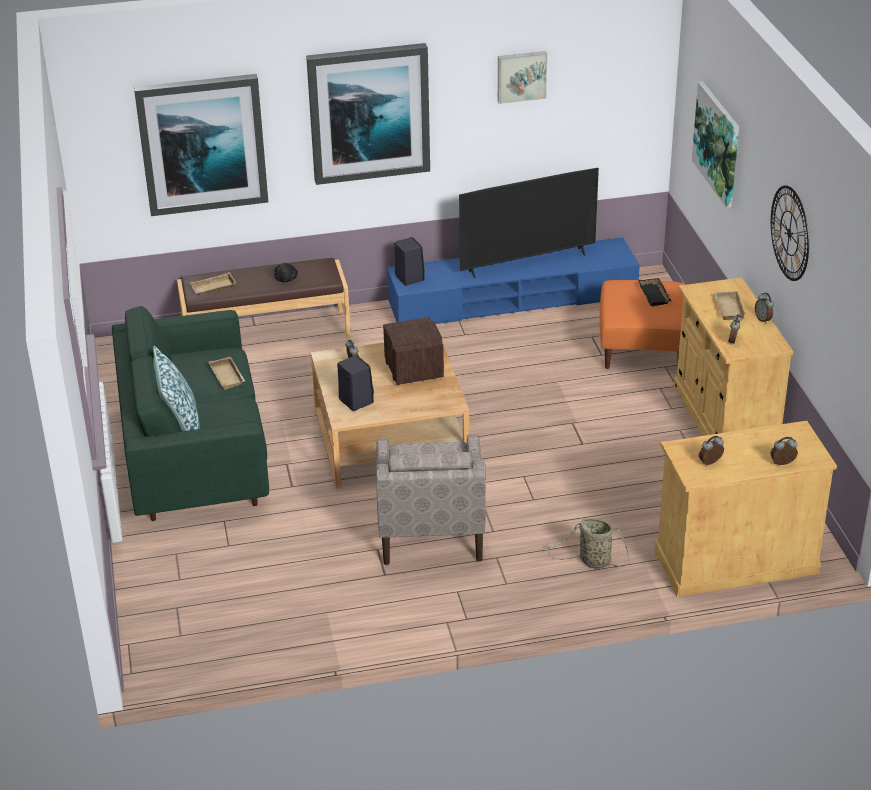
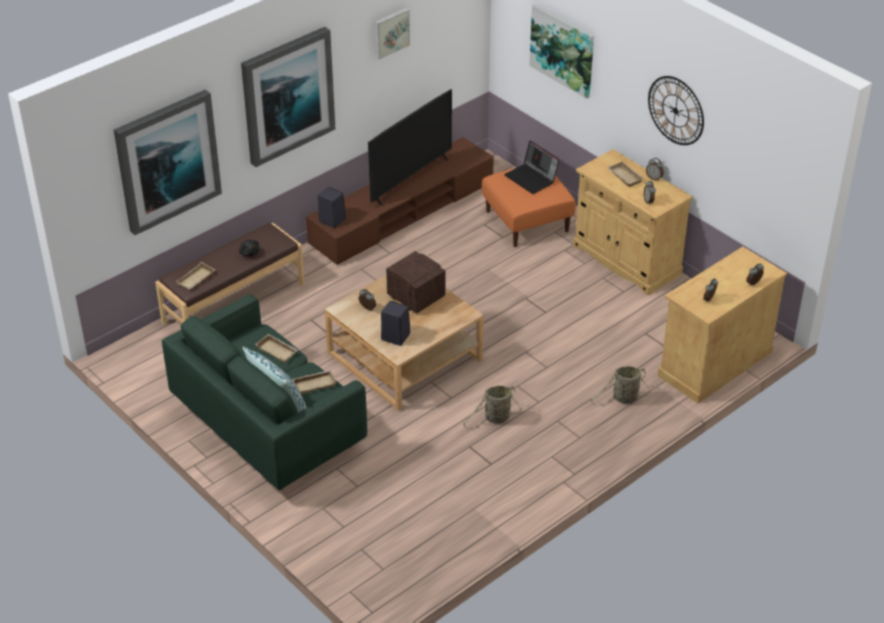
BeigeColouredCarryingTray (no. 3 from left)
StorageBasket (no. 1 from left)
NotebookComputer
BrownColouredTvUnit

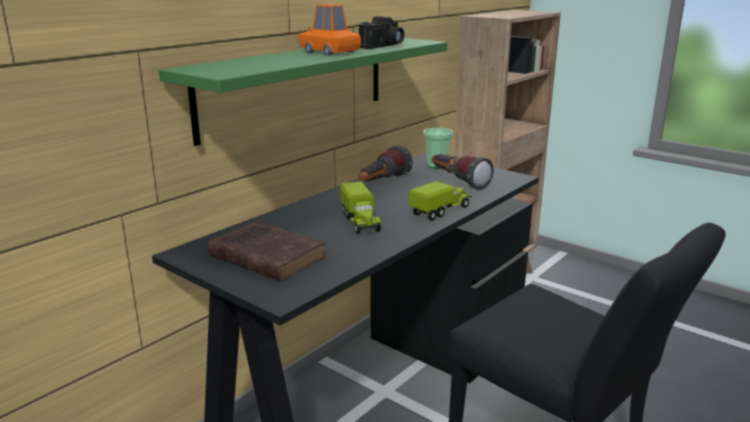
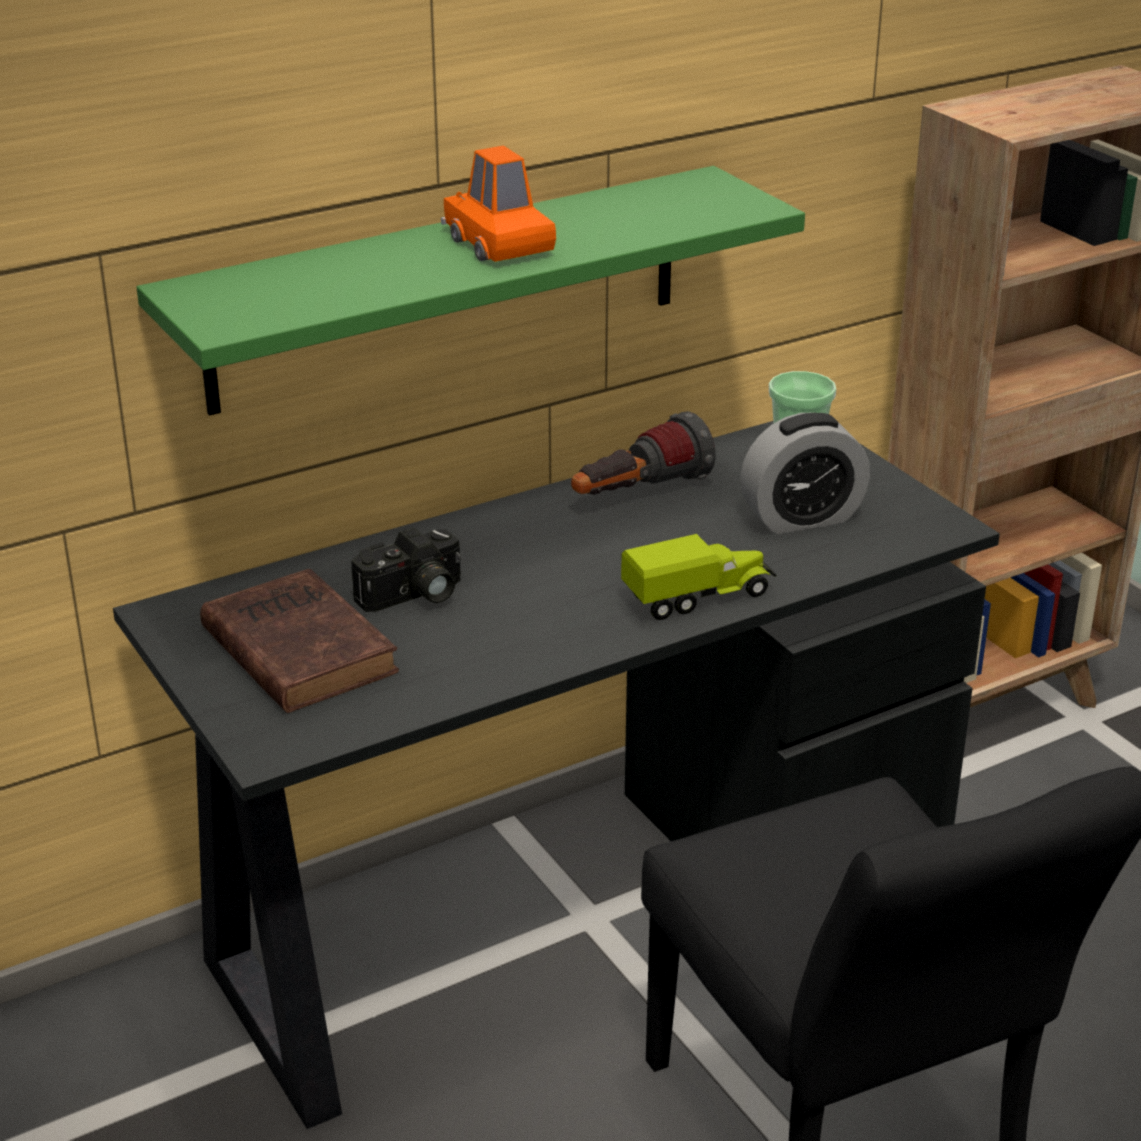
ToyLorry (no. 1 from left in the first image)
PhotoCamera
AlarmClock

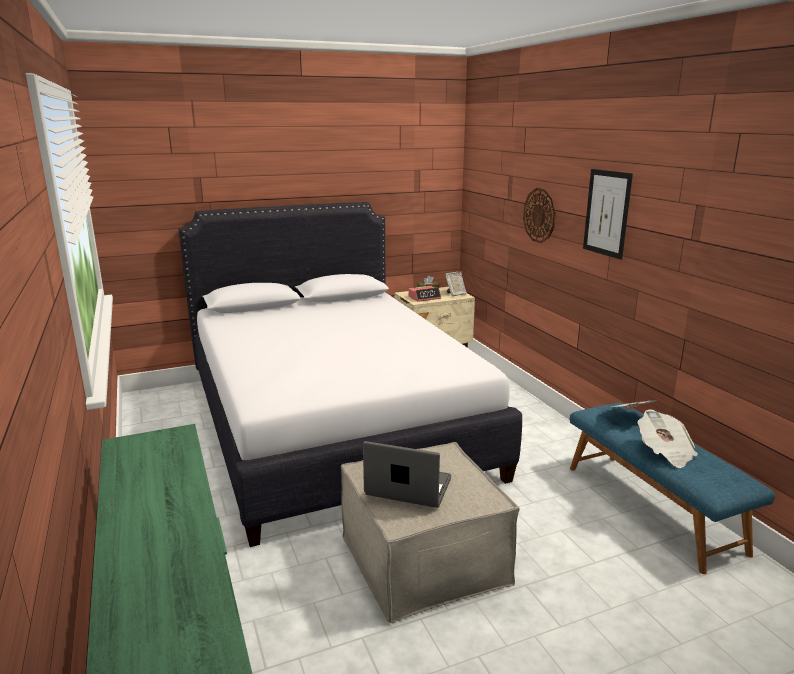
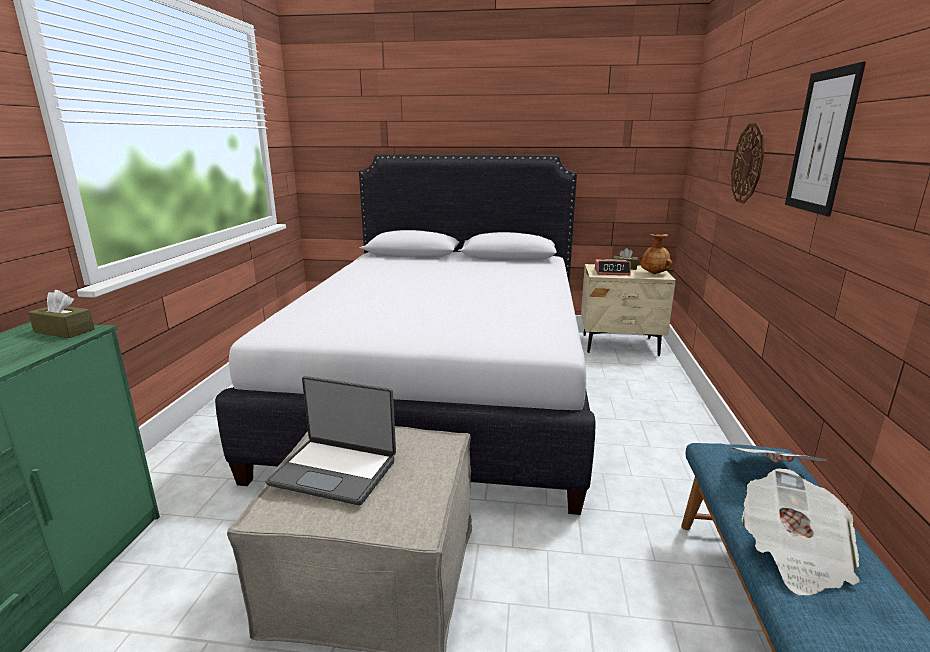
BrownColouredTissueHolder (no. 1 from left)
BrownColouredVase
NotebookComputer

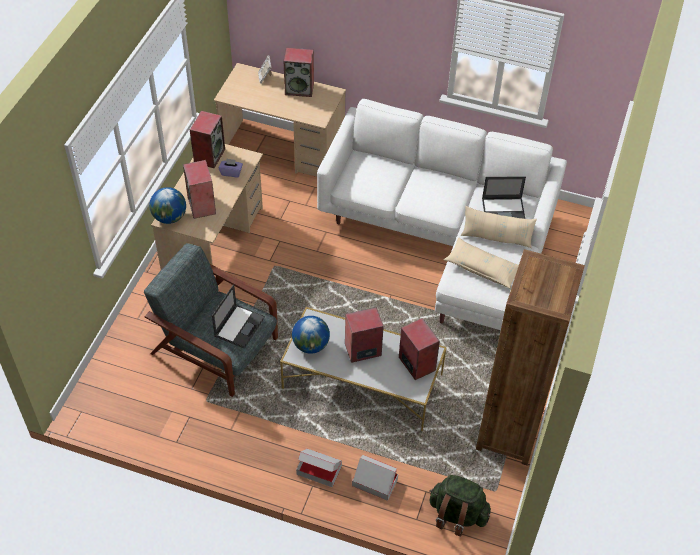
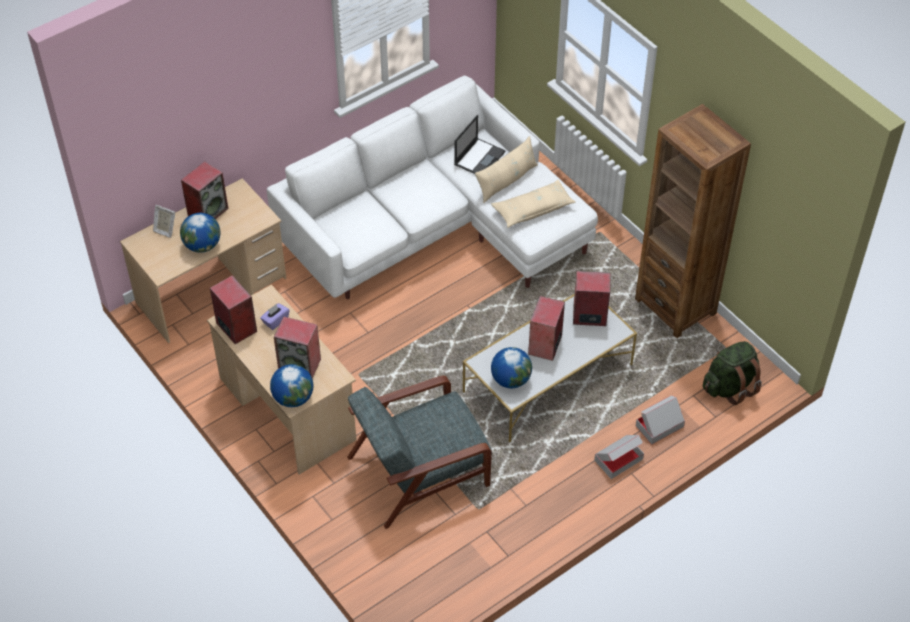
NotebookComputer (no. 1 from left in the first image)
Globe (no. 1 from left)

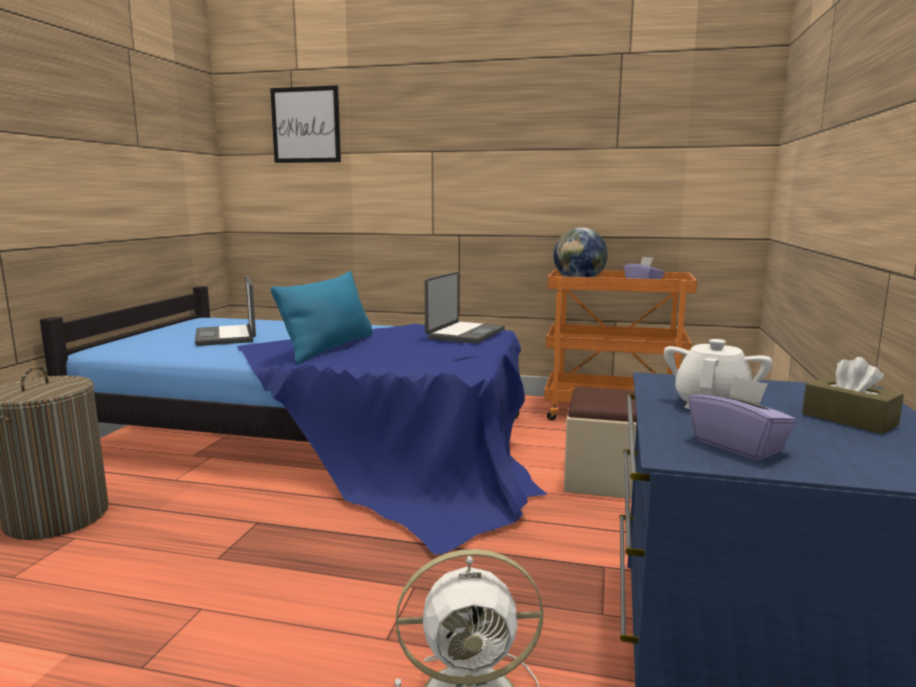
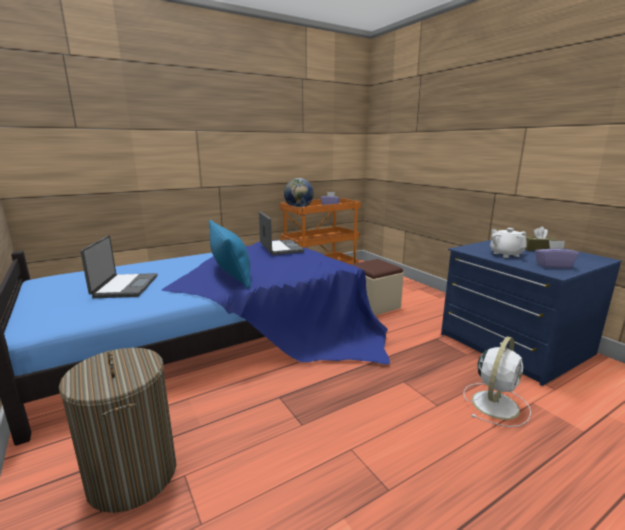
WallArt
NotebookComputer (no. 1 from left)

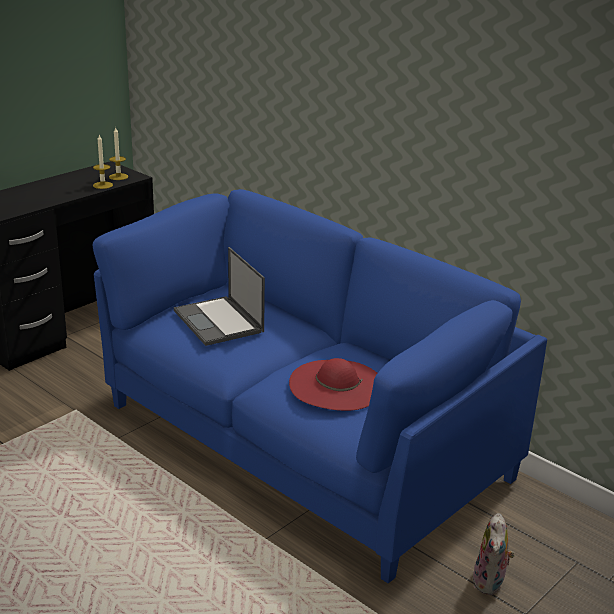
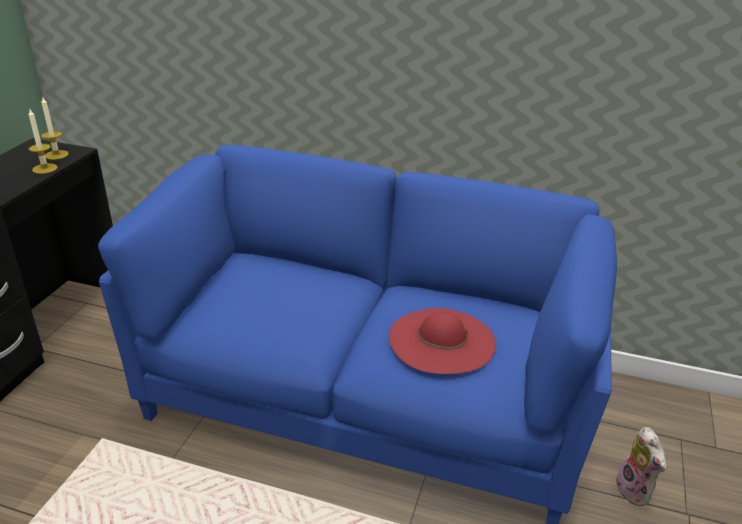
NotebookComputer

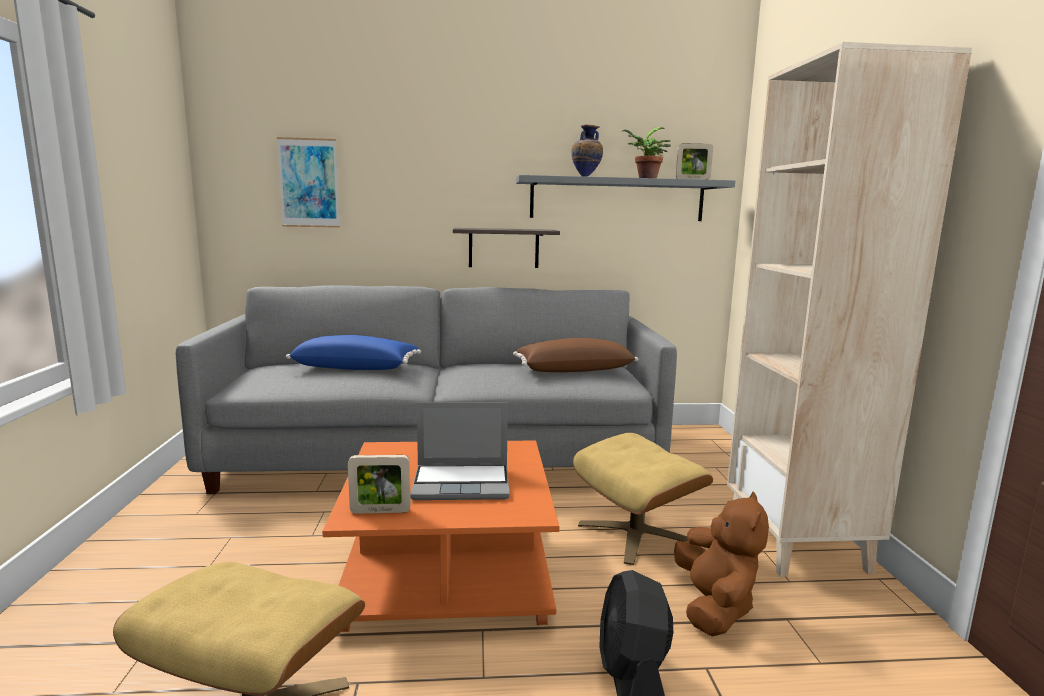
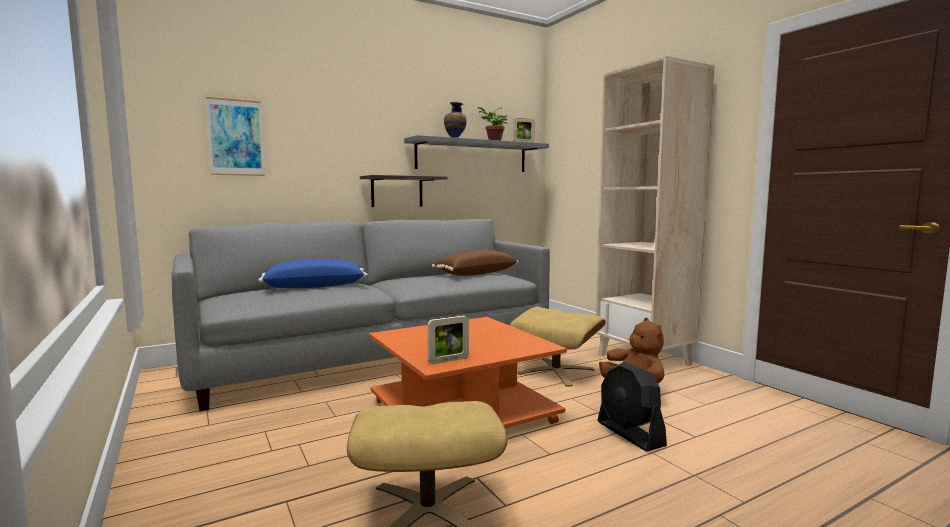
NotebookComputer

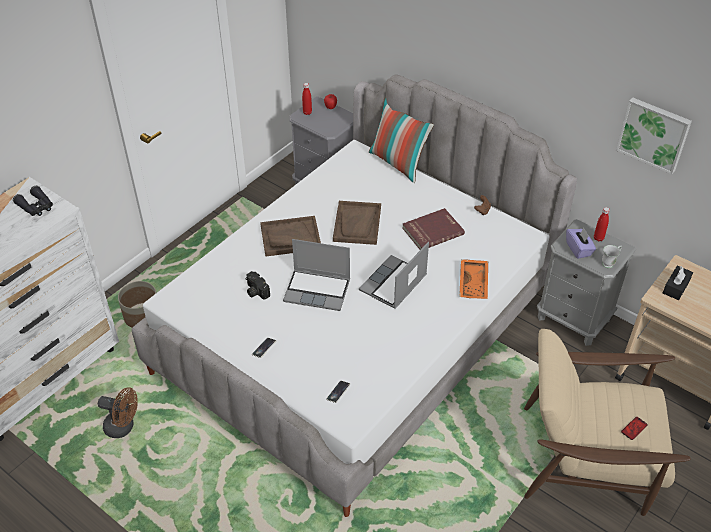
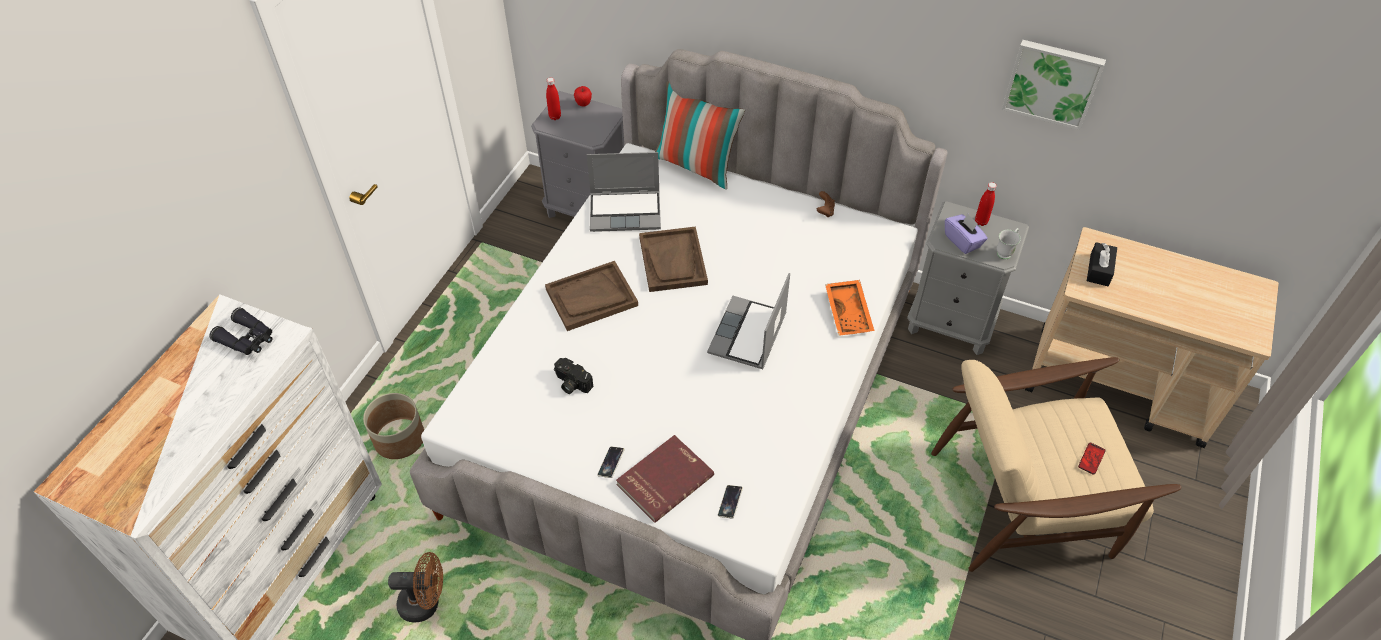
NotebookComputer (no. 1 from left)
RedBook

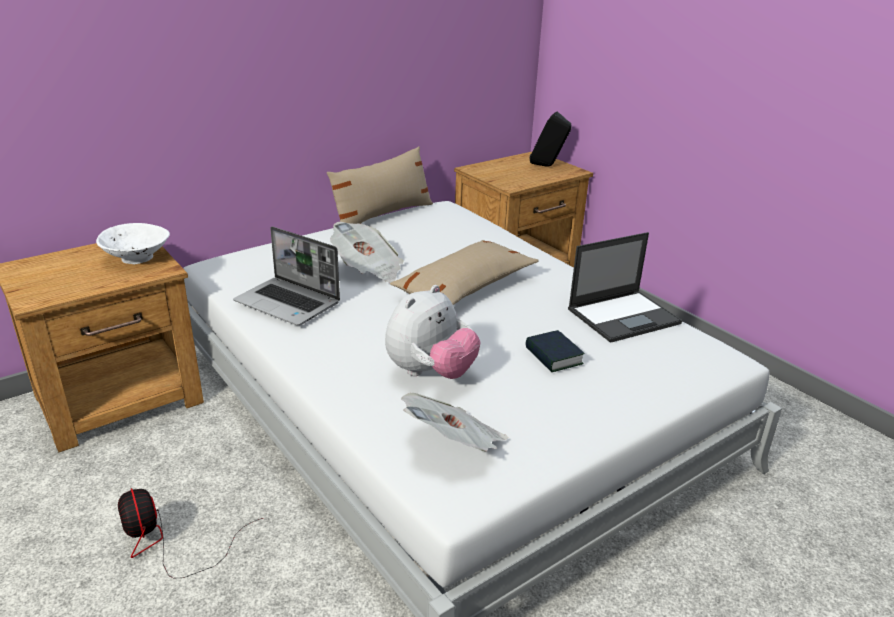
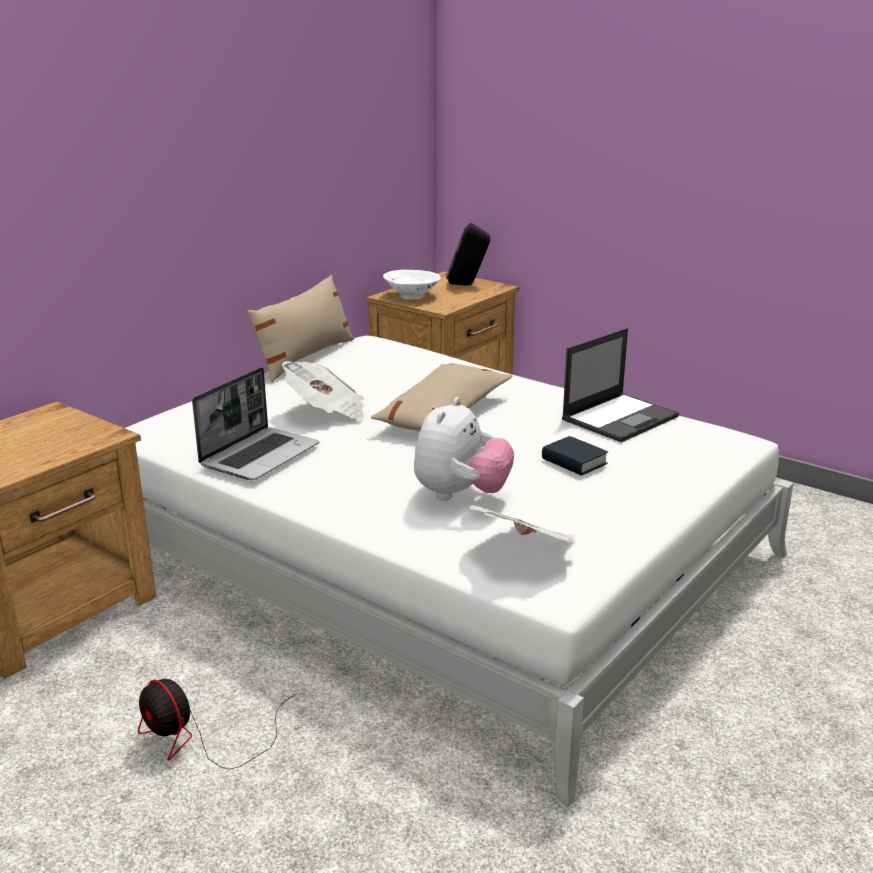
WhiteBowl
NotebookComputer (no. 1 from left)

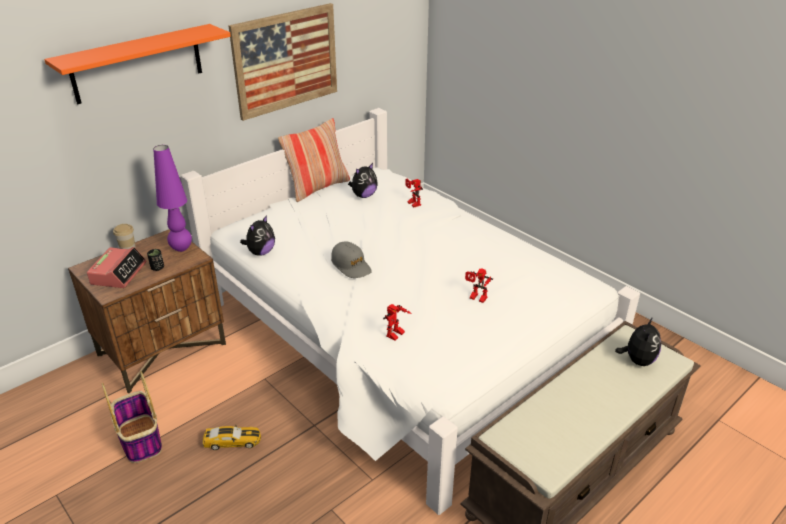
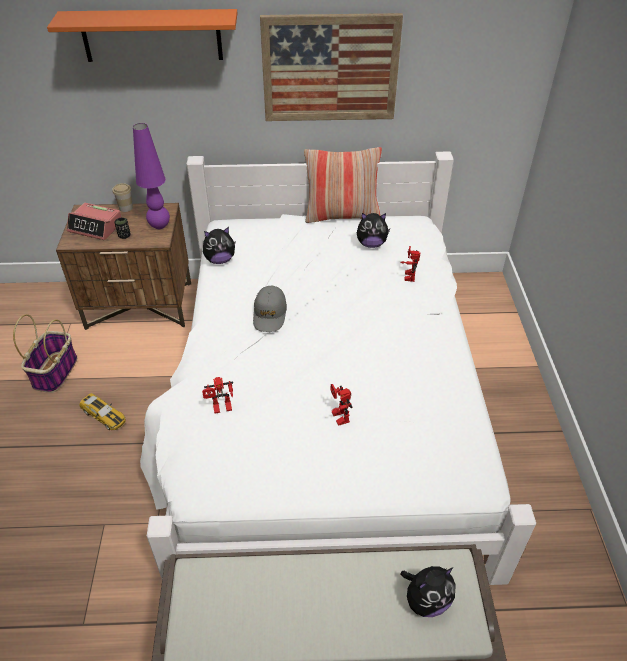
AlarmClock

